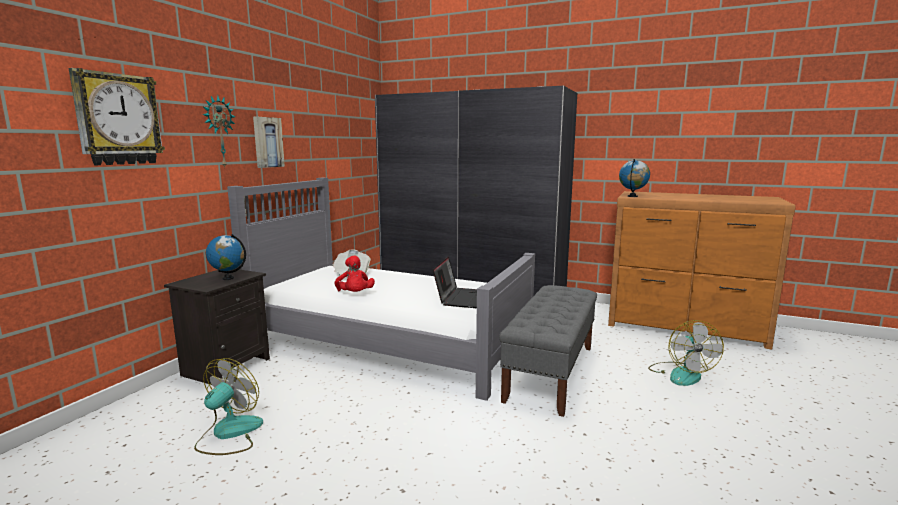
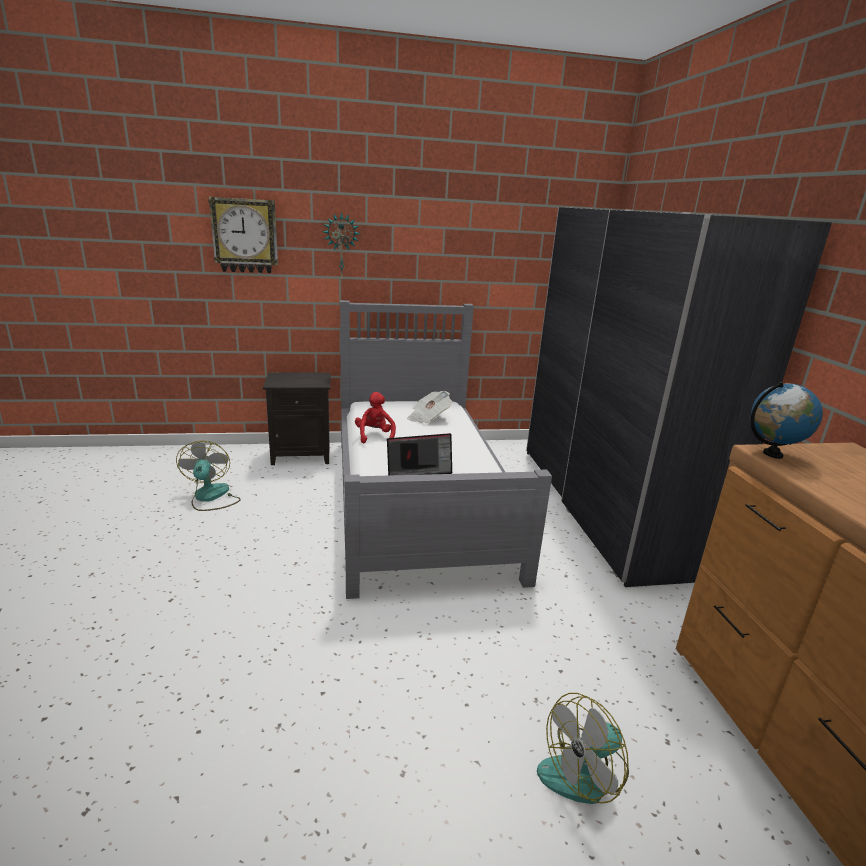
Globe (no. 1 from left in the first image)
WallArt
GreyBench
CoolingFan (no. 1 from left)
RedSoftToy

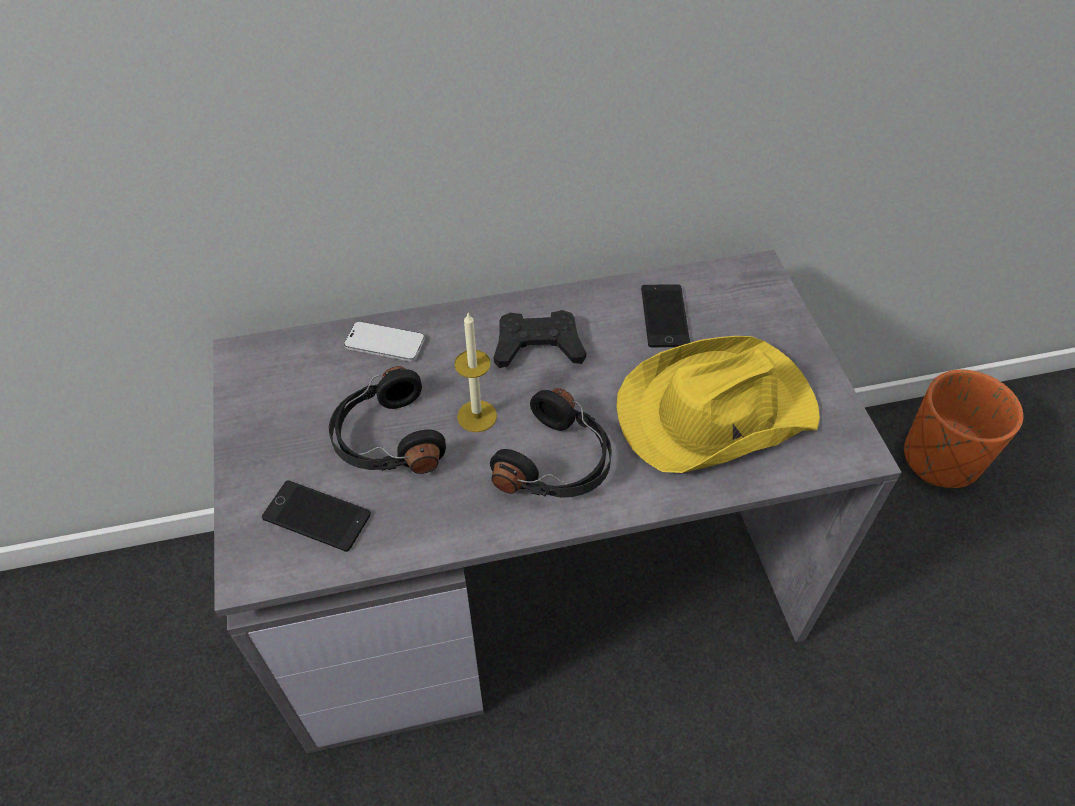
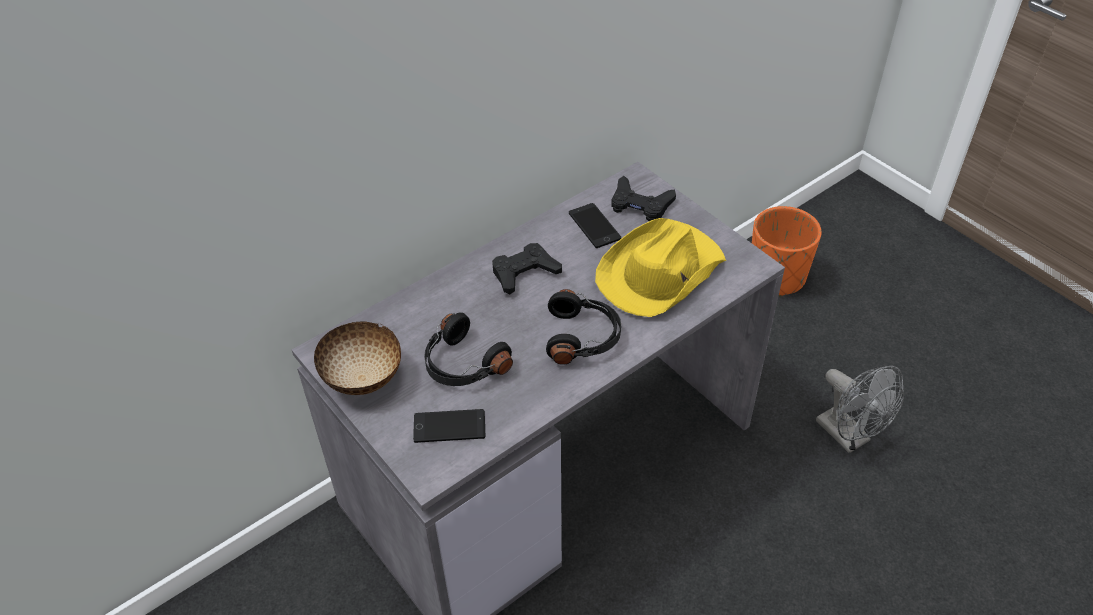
Handset (no. 2 from left in the first image)
Candle
Bowl
BlackishJoypad (no. 2 from left)
GreyCoolingFan

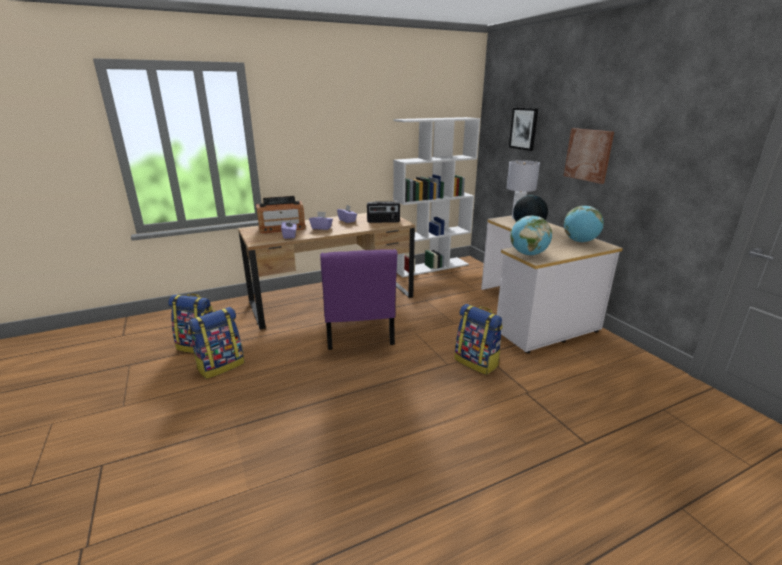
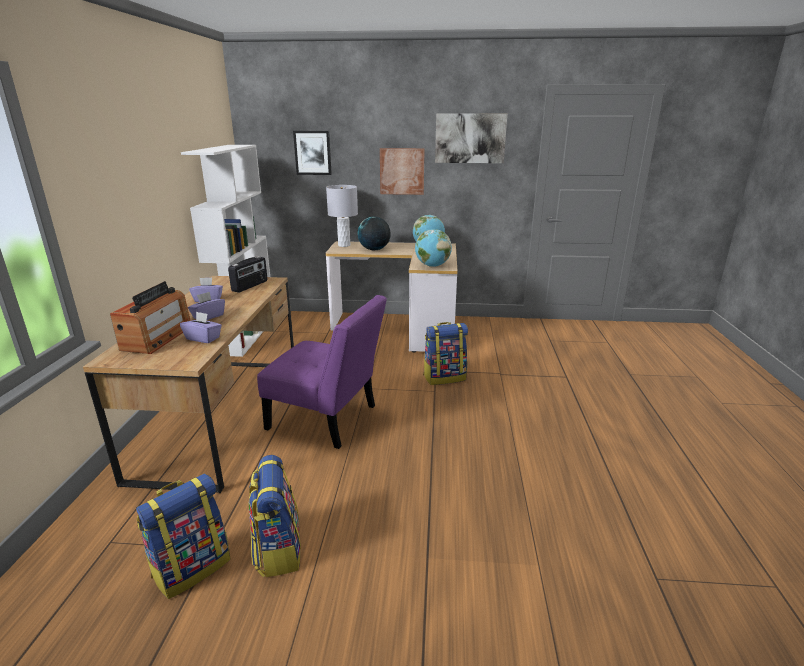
WallArt (no. 3 from left)

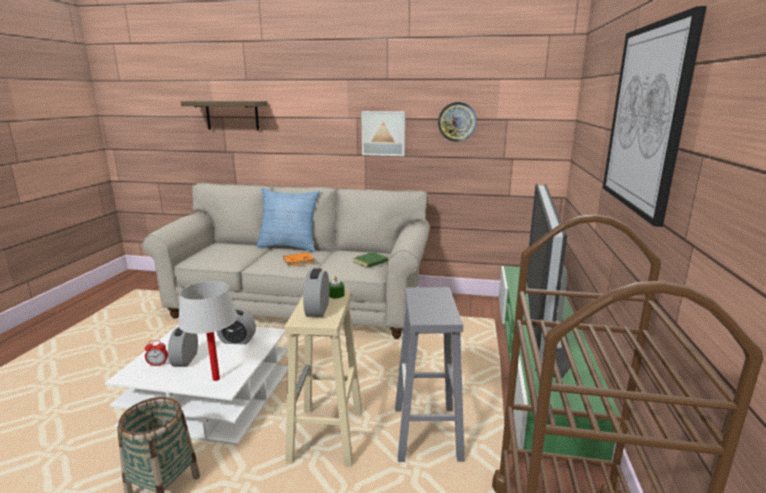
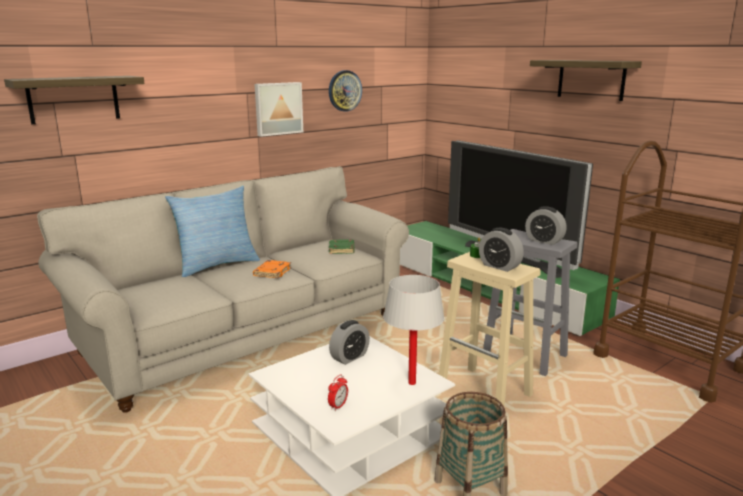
AlarmClock (no. 4 from left)
Shelf (no. 2 from left)

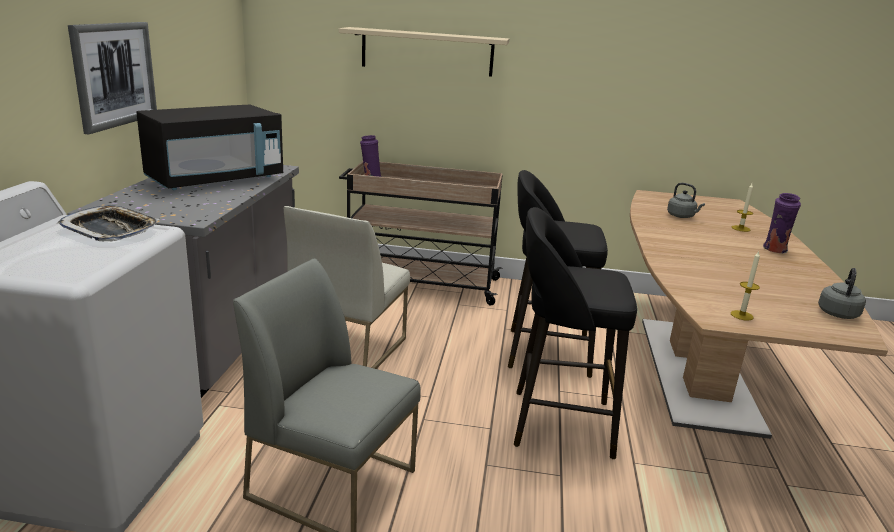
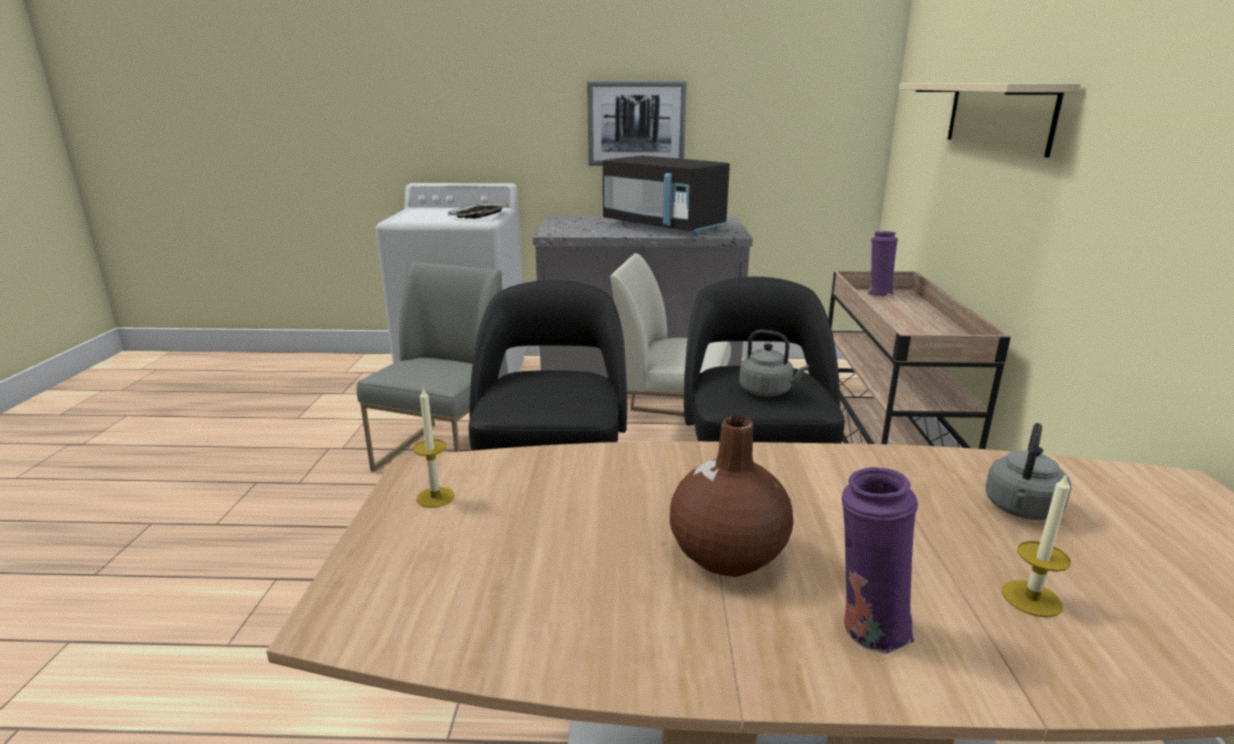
BrownColouredVase
GreyWaterKettle (no. 1 from left)

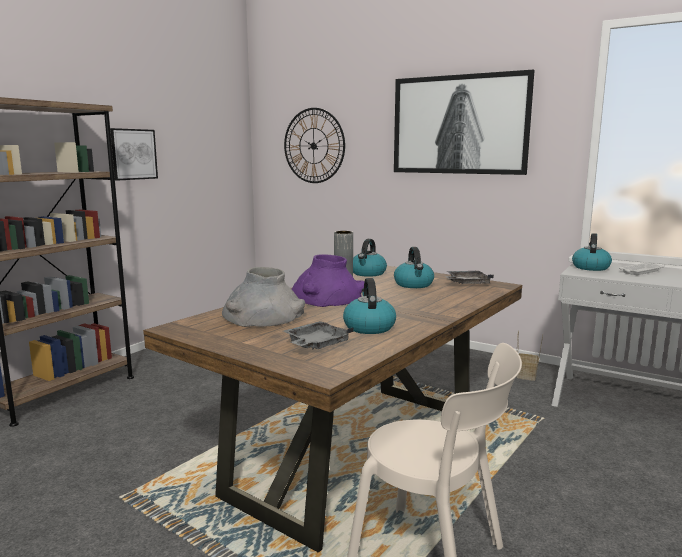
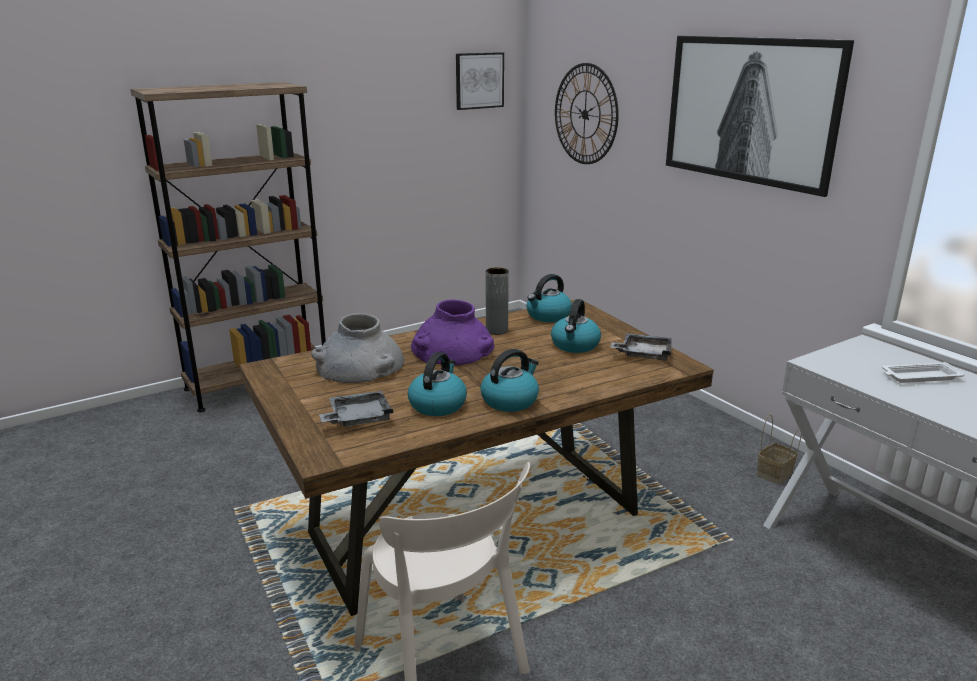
WallArt (no. 1 from left)
WaterKettle (no. 2 from left)

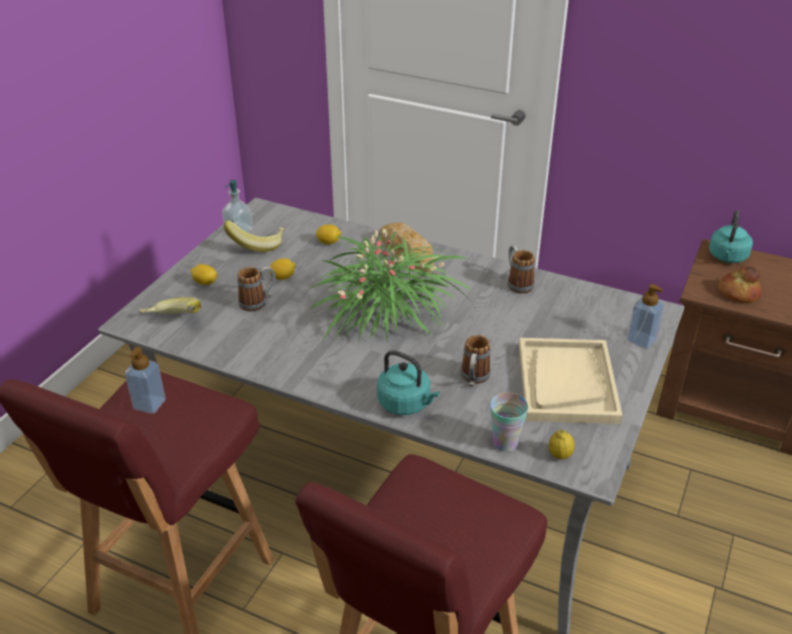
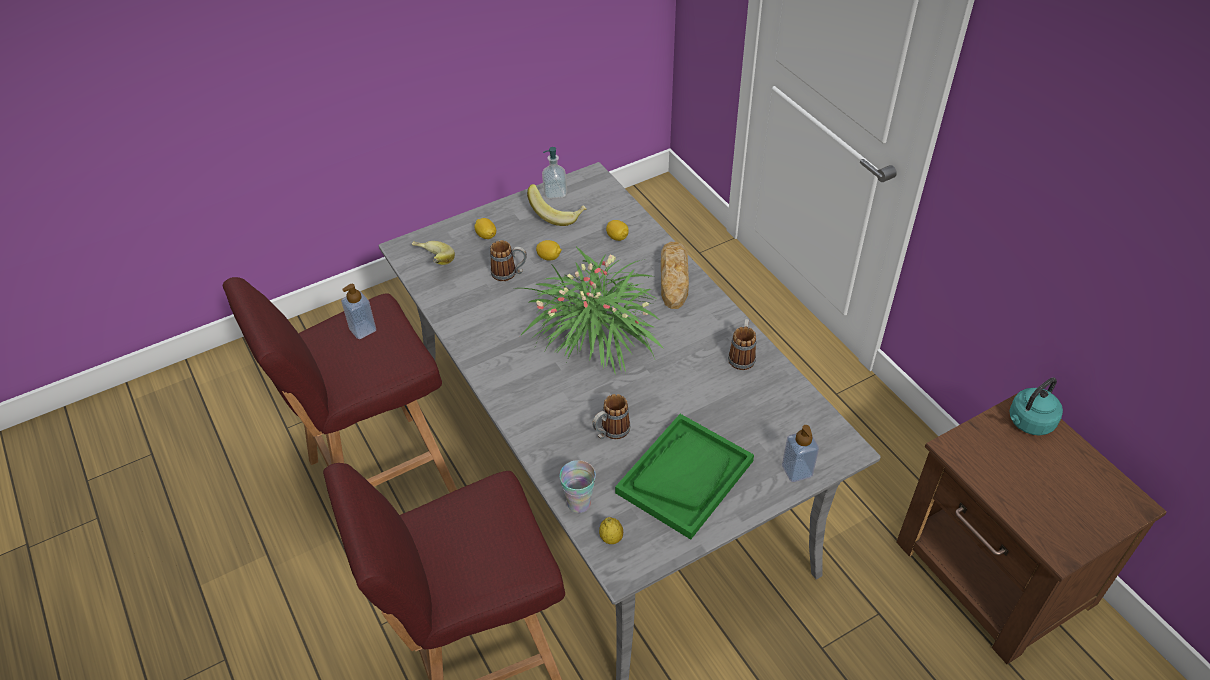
TurquoiseColouredWaterKettle (no. 1 from left in the first image)
BakedBread (no. 2 from left in the first image)
GreenColouredCarryingTray

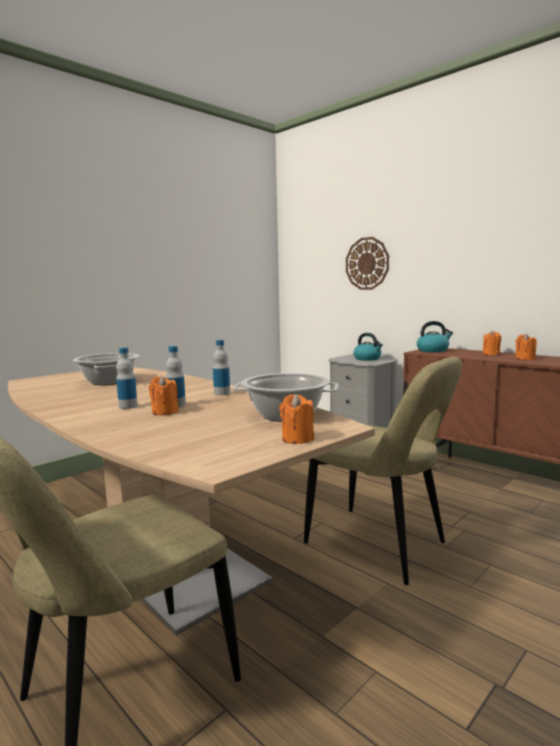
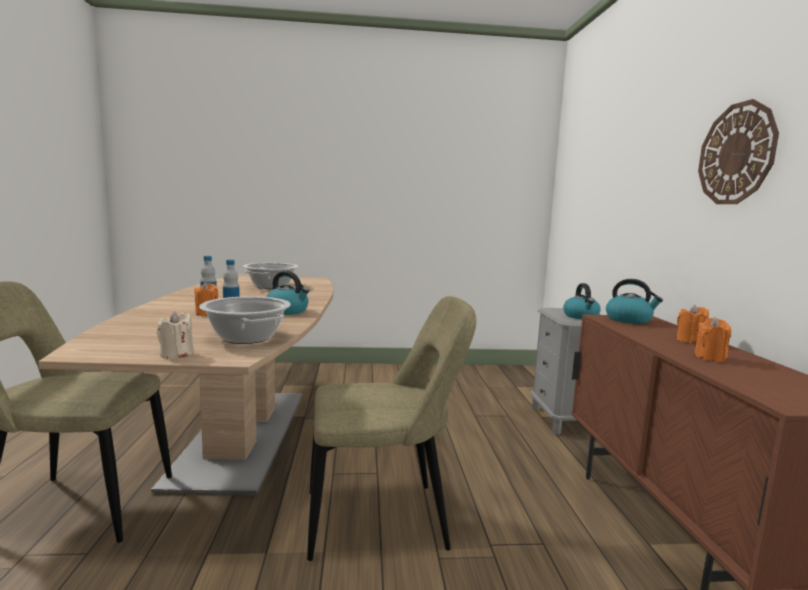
WallClock
WaterKettle (no. 1 from left)
BeigeColouredCandle
BeigeColouredChair (no. 2 from left)

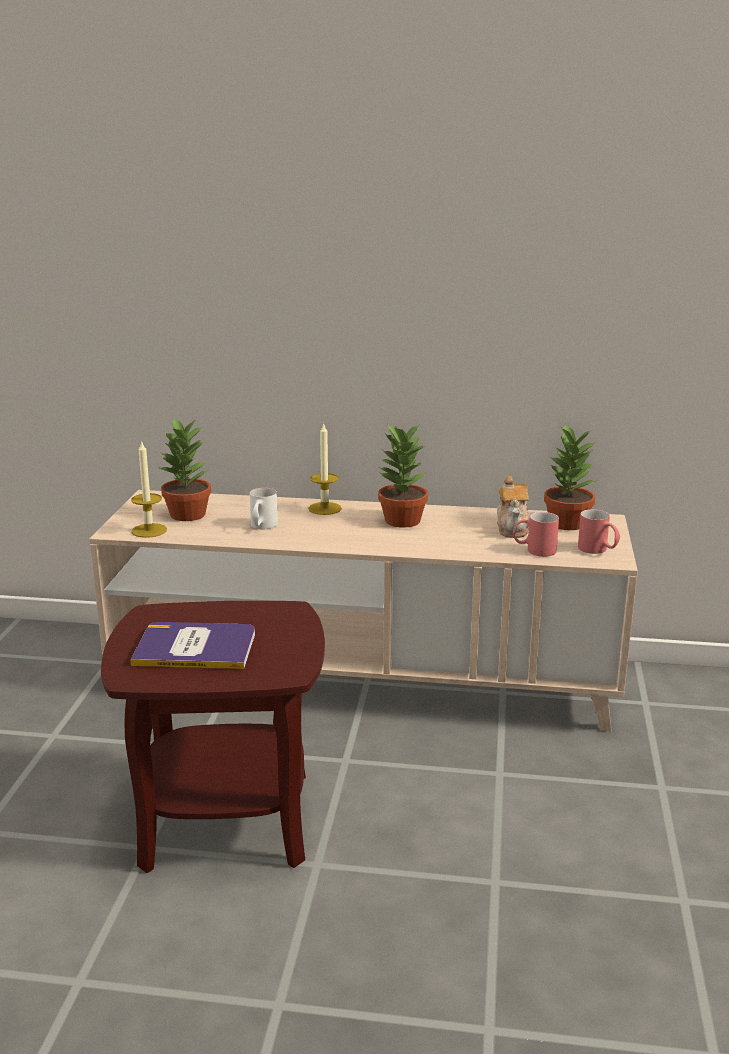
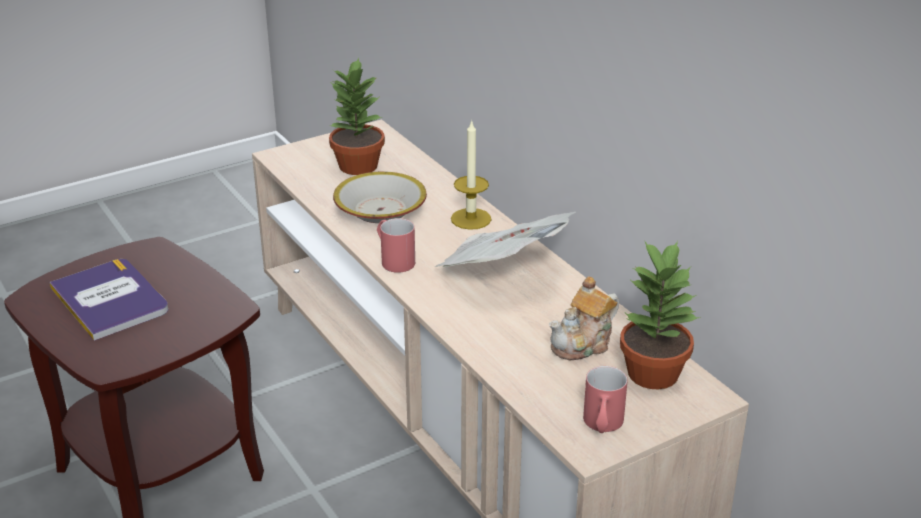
Candle (no. 1 from left in the first image)
RedCoffeeMug (no. 1 from left)
Bowl
DailyPaper

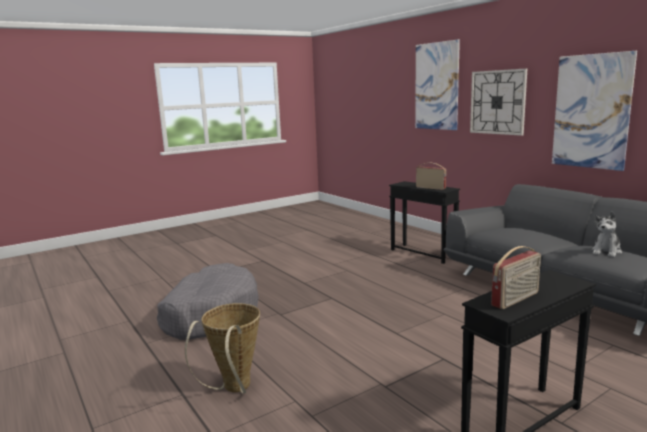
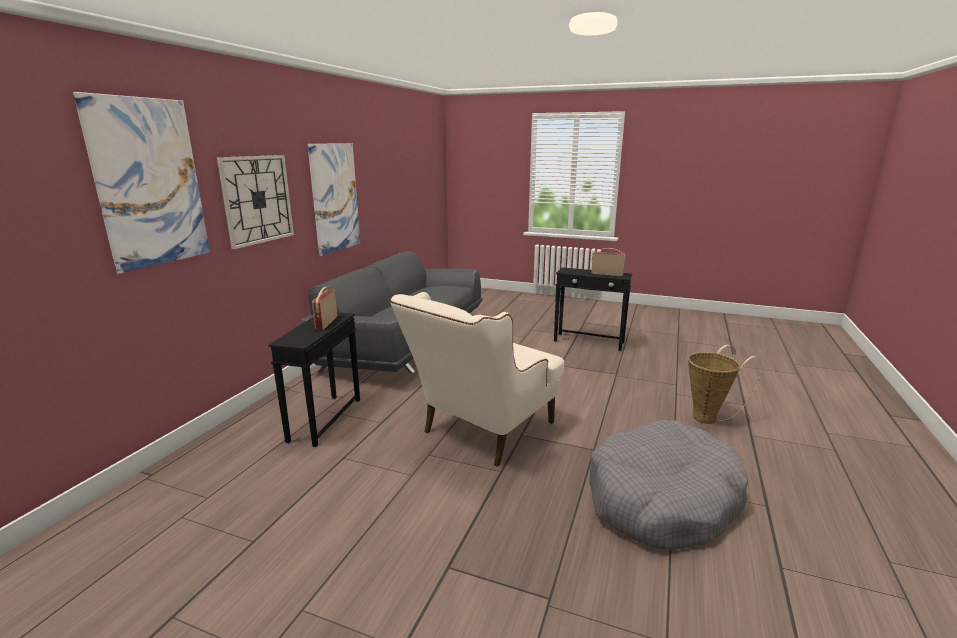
SoftToy
BeigeColouredArmchair

